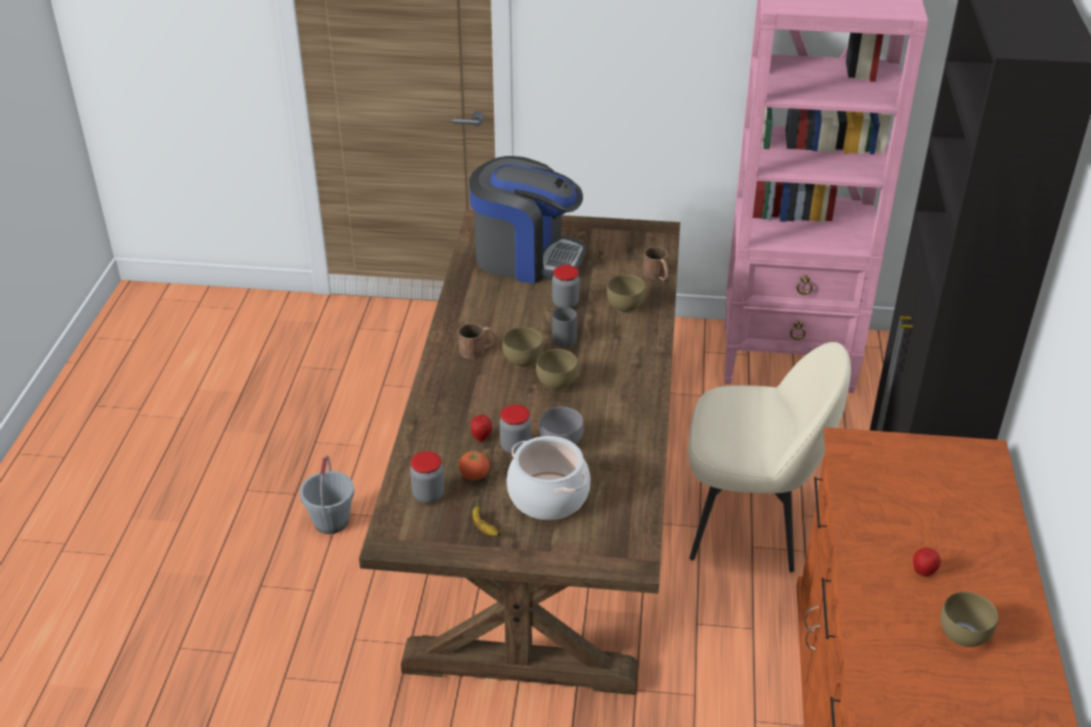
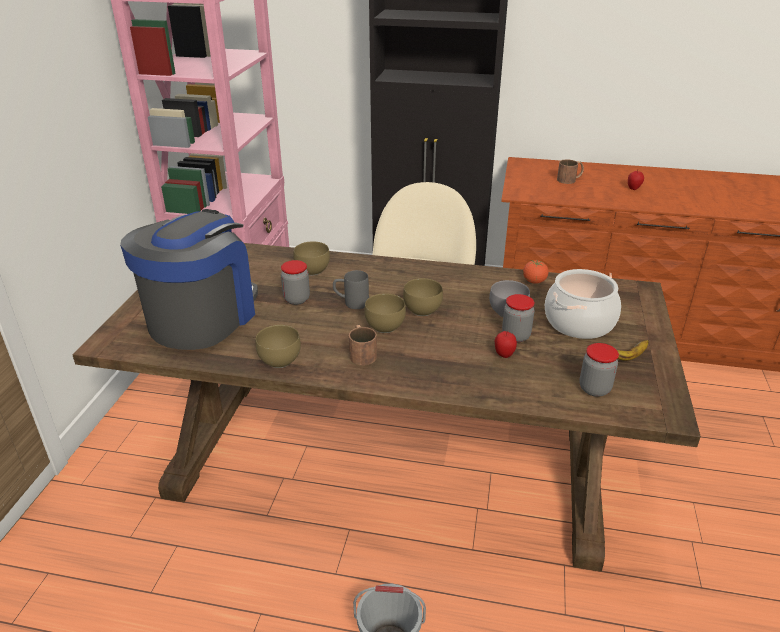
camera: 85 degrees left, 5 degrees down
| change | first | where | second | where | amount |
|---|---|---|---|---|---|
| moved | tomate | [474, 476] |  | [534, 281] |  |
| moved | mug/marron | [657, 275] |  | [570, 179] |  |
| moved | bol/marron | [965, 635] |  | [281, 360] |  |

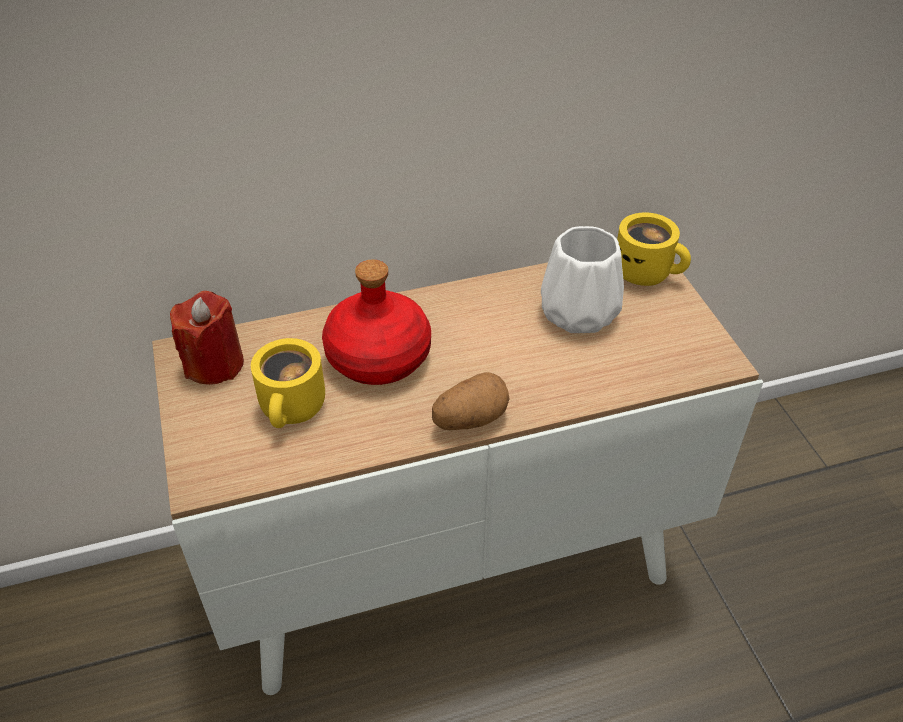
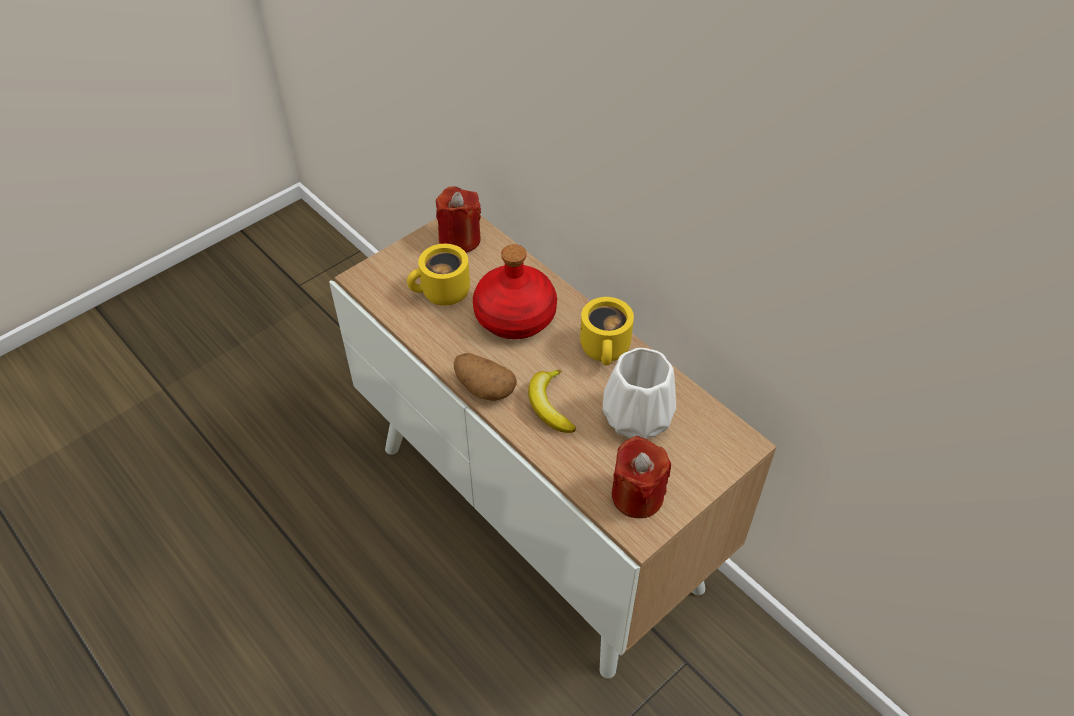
camera: 65 degrees right, 5 degrees up
| change | first | where | second | where | amount |
|---|---|---|---|---|---|
| added |  |  | banane | [550, 405] |  |
| added |  |  | bougie/rouge | [637, 496] |  |
| moved | mug/jaune | [647, 272] |  | [607, 350] |  |

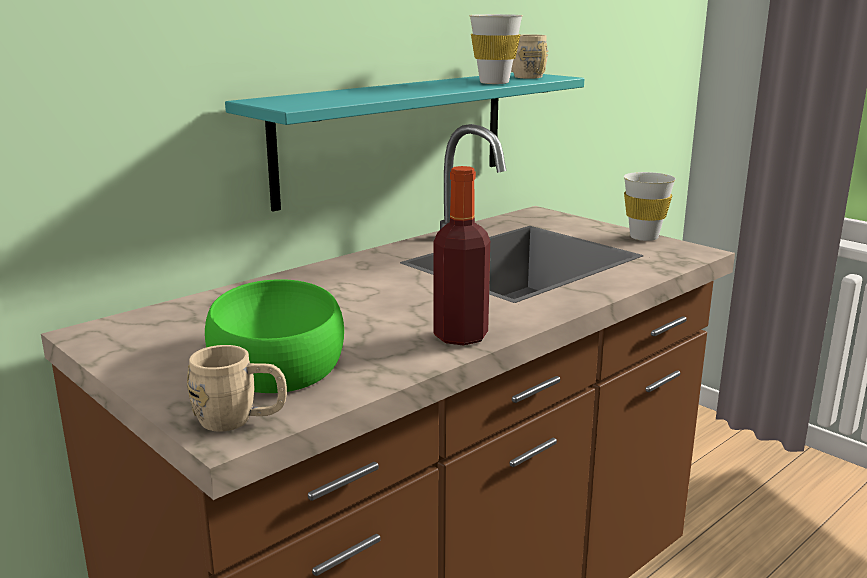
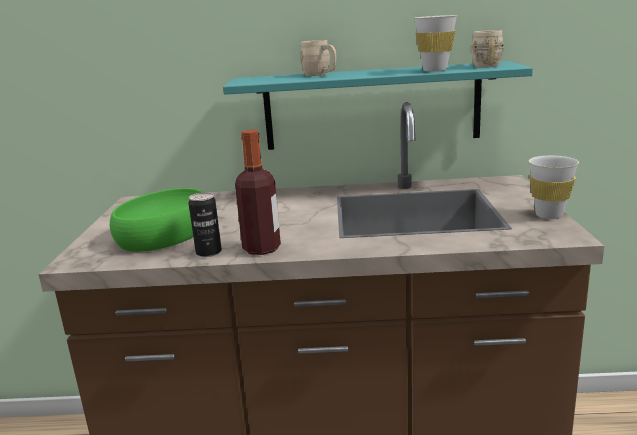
camera: 45 degrees right, 0 degrees up
| change | first | where | second | where | amount |
|---|---|---|---|---|---|
| added |  |  | boîte métallique | [208, 252] |  |
| moved | mug/beige | [239, 420] |  | [320, 74] |  |

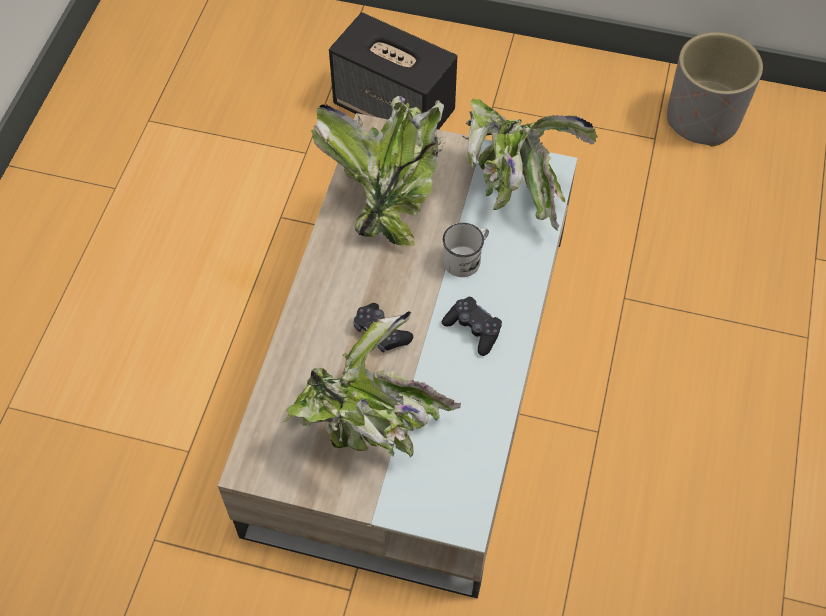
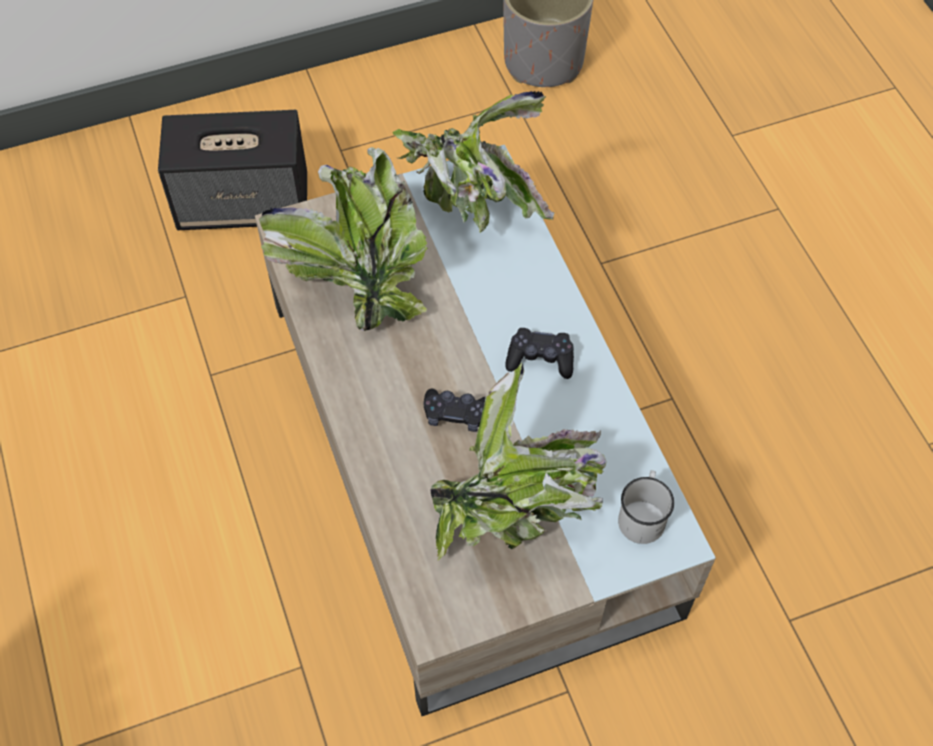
camera: 35 degrees left, 0 degrees up
| change | first | where | second | where | amount |
|---|---|---|---|---|---|
| moved | mug/blanc | [466, 258] |  | [643, 515] |  |

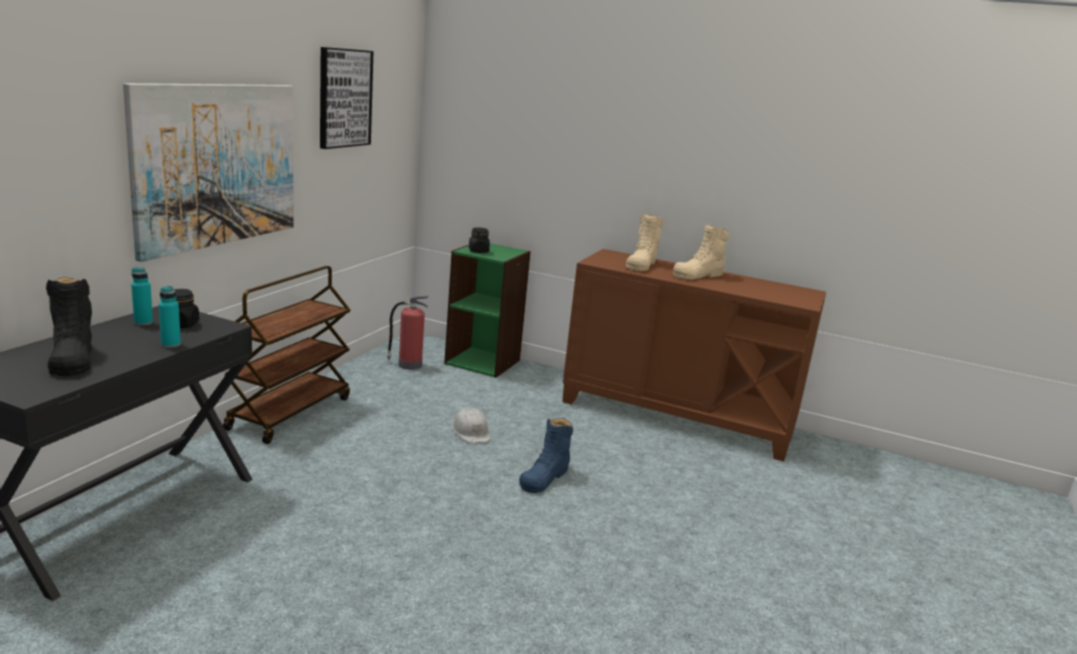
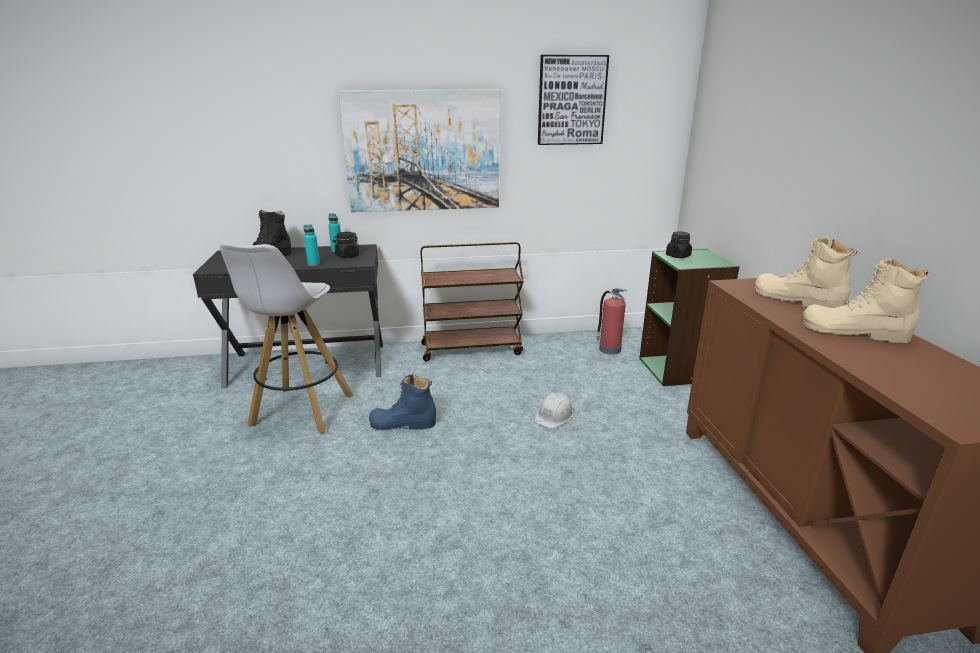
camera: 60 degrees right, 5 degrees up
| change | first | where | second | where | amount |
|---|---|---|---|---|---|
| added |  |  | tabouret/blanc | [301, 411] |  |
| moved | botte/bleu | [544, 477] |  | [403, 423] |  |
| turned | botte/beige | [641, 264] |  | [796, 300] | 60 degrees clockwise |

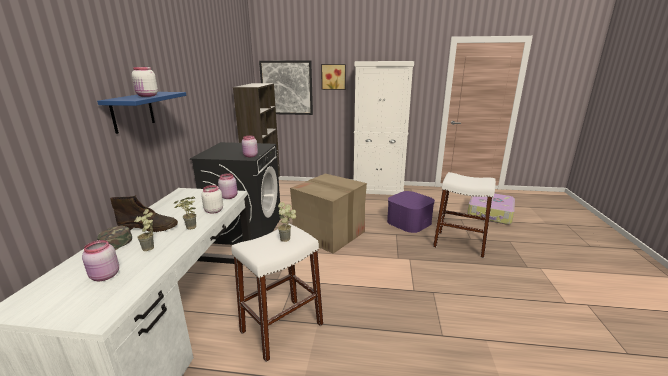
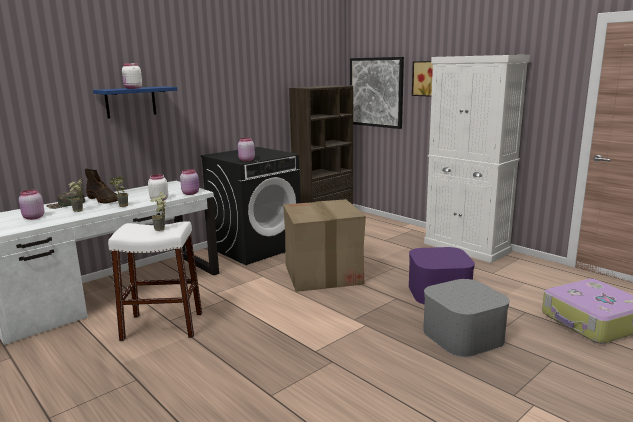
camera: 40 degrees right, 5 degrees down
| change | first | where | second | where | amount |
|---|---|---|---|---|---|
| replaced | tabouret/blanc | [459, 244] | boîte de rangement/gris | [462, 335] |  |

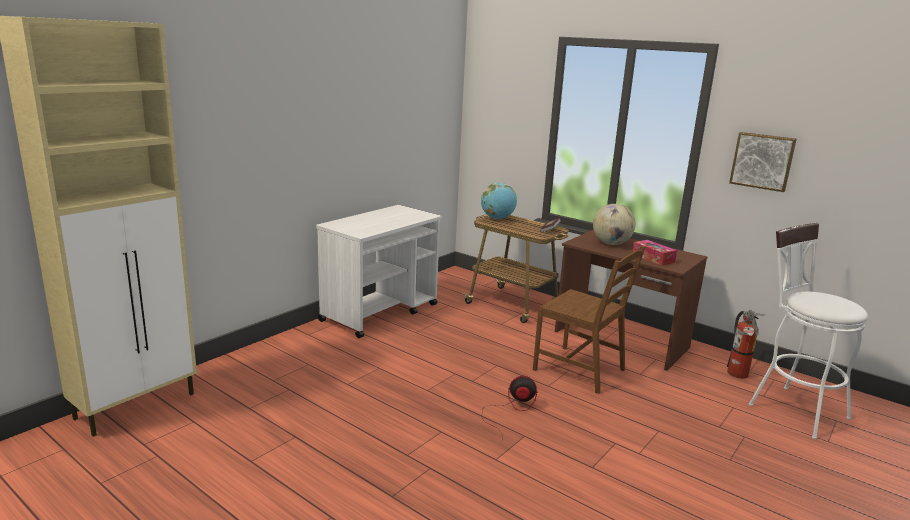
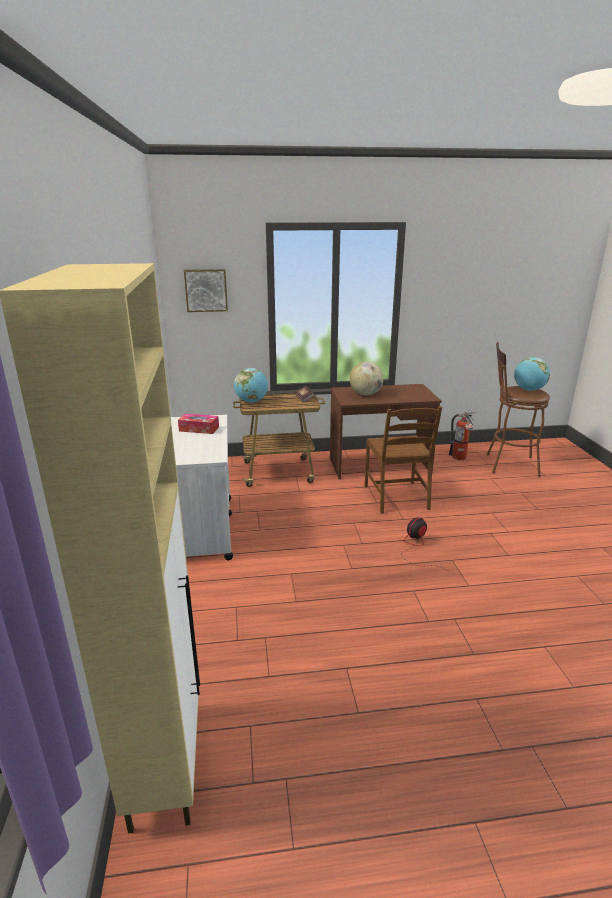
camera: 45 degrees left, 5 degrees up
| change | first | where | second | where | amount |
|---|---|---|---|---|---|
| added |  |  | globe | [529, 390] |  |
| moved | boîte à mouchoirs | [653, 258] |  | [199, 429] |  |
| moved | tableau | [762, 161] |  | [206, 290] |  |
| recoloured | tabouret/blanc | [791, 407] | tabouret/marron | [506, 464] |  |
| turned | chaise/marron | [580, 369] |  | [397, 497] | 90 degrees clockwise |

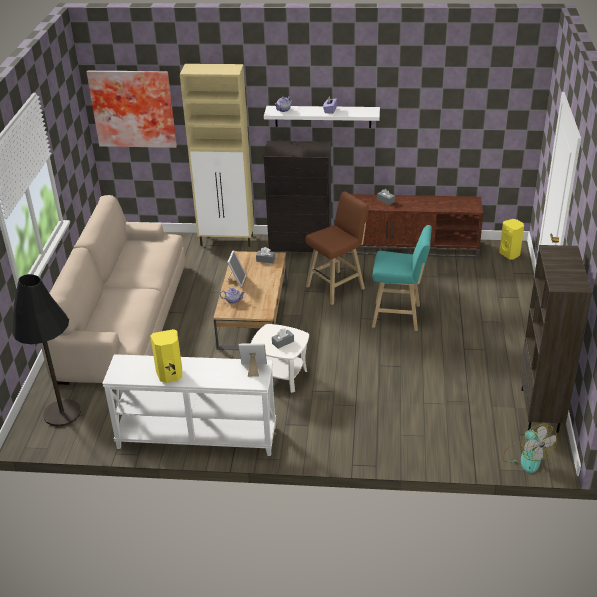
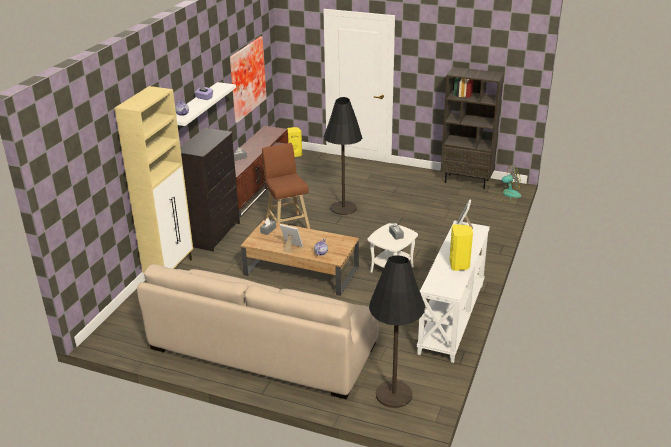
camera: 75 degrees left, 5 degrees down
| change | first | where | second | where | amount |
|---|---|---|---|---|---|
| moved | tableau | [133, 108] |  | [245, 78] |  |
| replaced | tabouret/turquoise | [399, 316] | lampadaire/noir | [343, 208] |  |

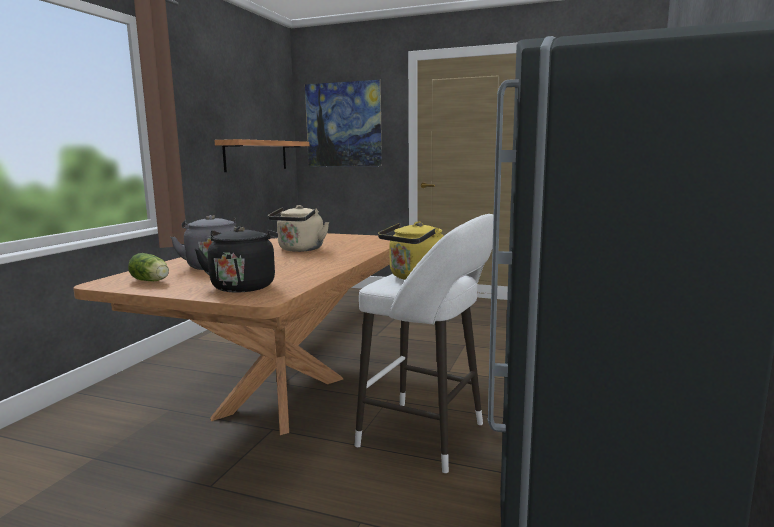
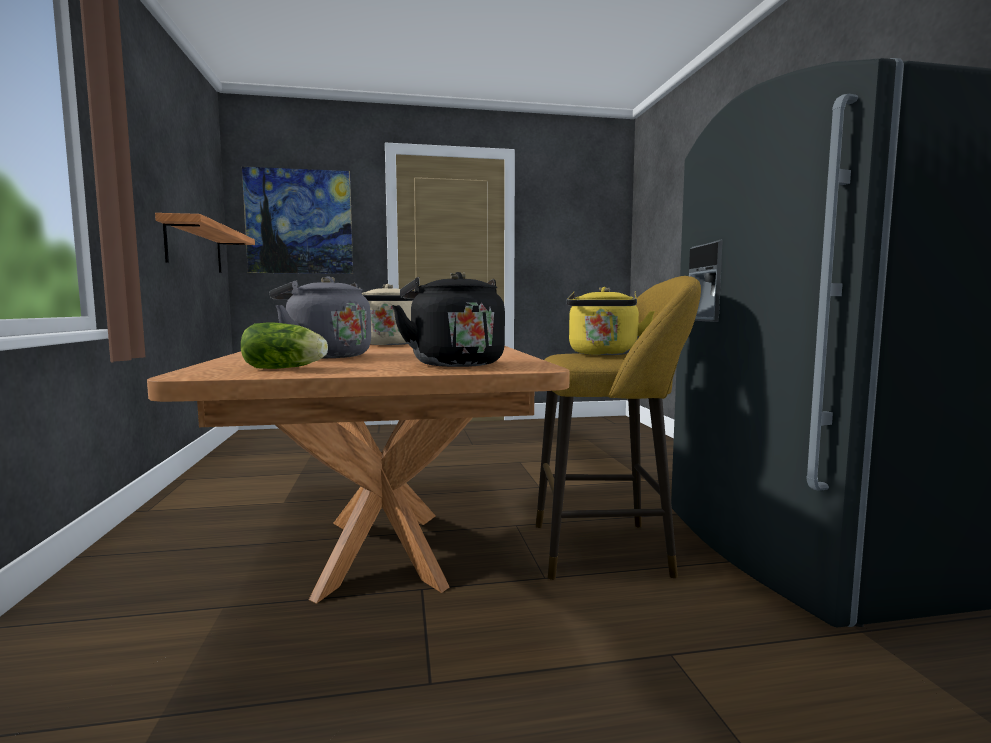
camera: 30 degrees left, 5 degrees down
| change | first | where | second | where | amount |
|---|---|---|---|---|---|
| recoloured | tabouret/blanc | [428, 436] | tabouret/jaune | [609, 549] |  |

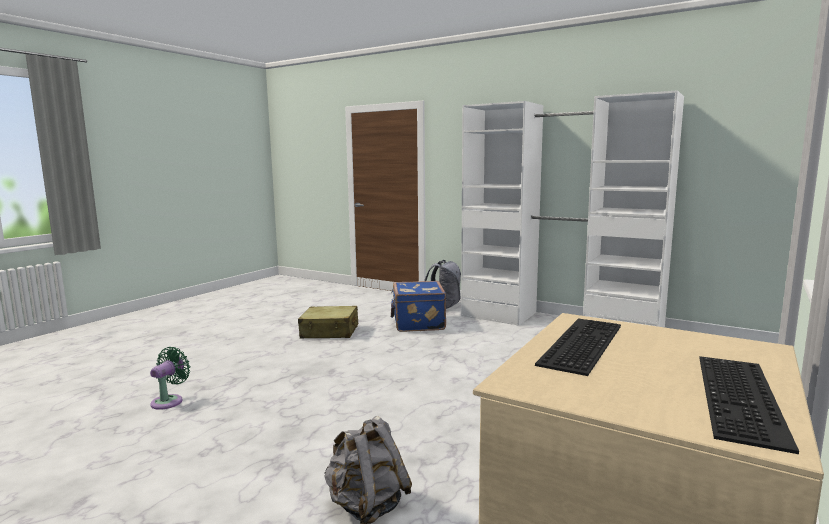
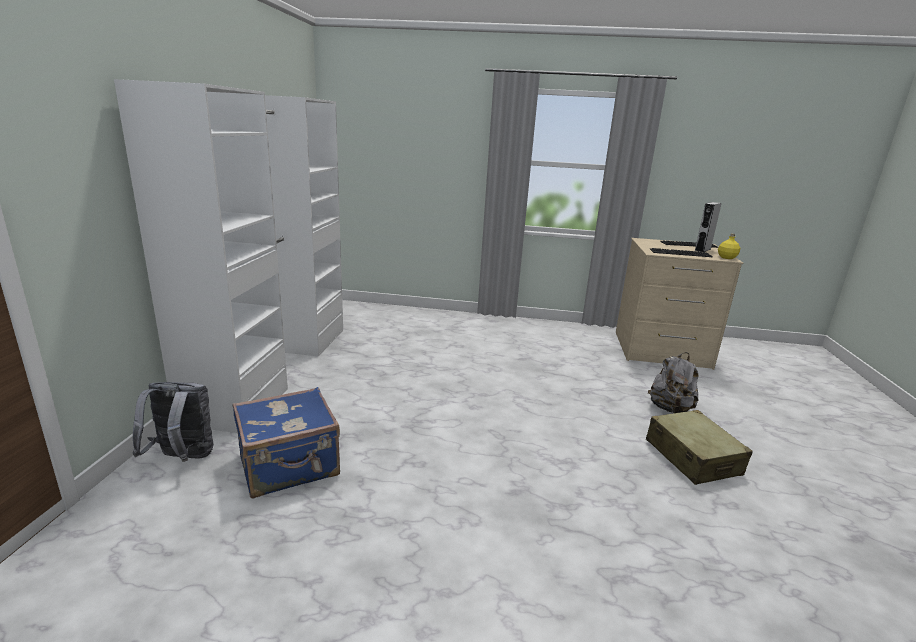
camera: 115 degrees left, 10 degrees up
| change | first | where | second | where | amount |
|---|---|---|---|---|---|
| removed | ventilateur/vert | [169, 401] |  |  |  |
| added |  |  | enceinte/gris | [702, 249] |  |
| added |  |  | bouteille/jaune | [727, 258] |  |
| moved | valise/beige | [330, 332] |  | [692, 457] |  |

